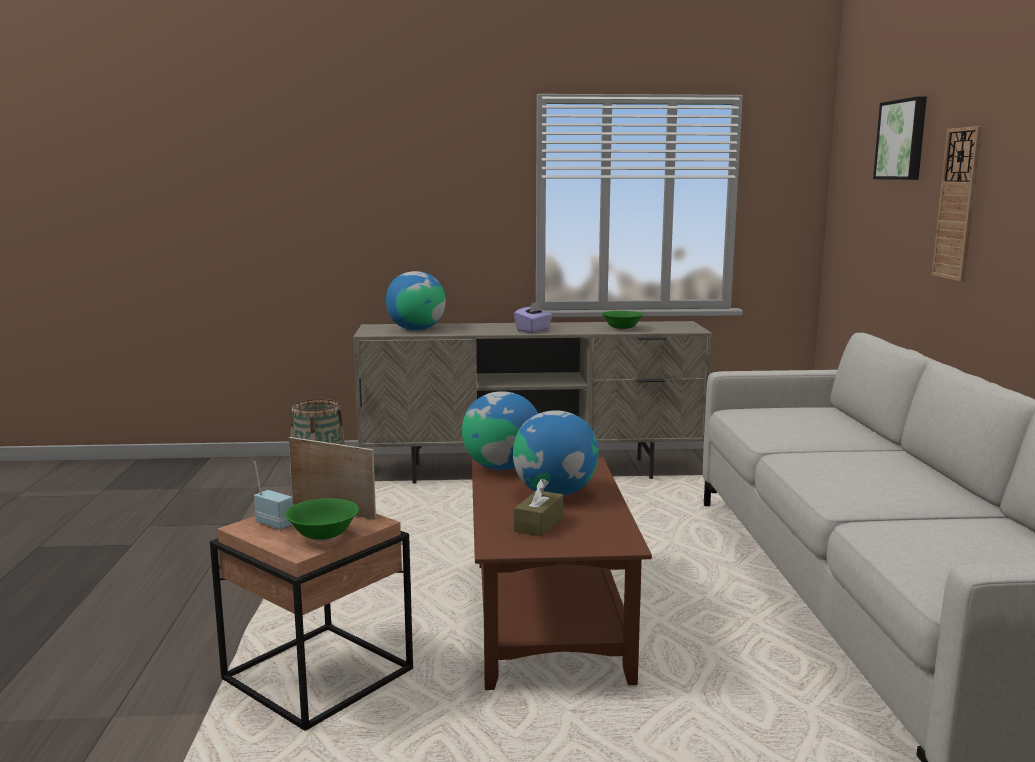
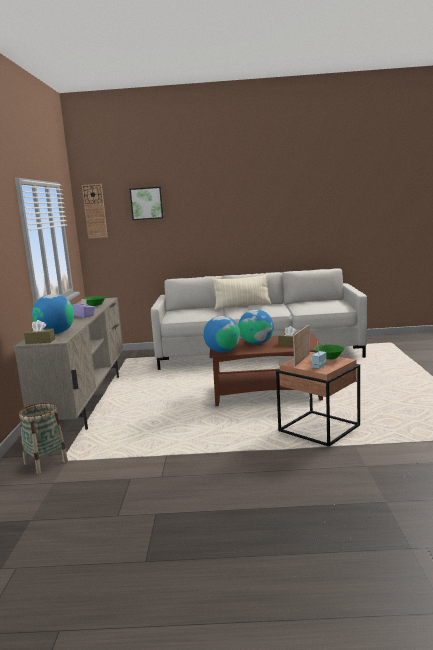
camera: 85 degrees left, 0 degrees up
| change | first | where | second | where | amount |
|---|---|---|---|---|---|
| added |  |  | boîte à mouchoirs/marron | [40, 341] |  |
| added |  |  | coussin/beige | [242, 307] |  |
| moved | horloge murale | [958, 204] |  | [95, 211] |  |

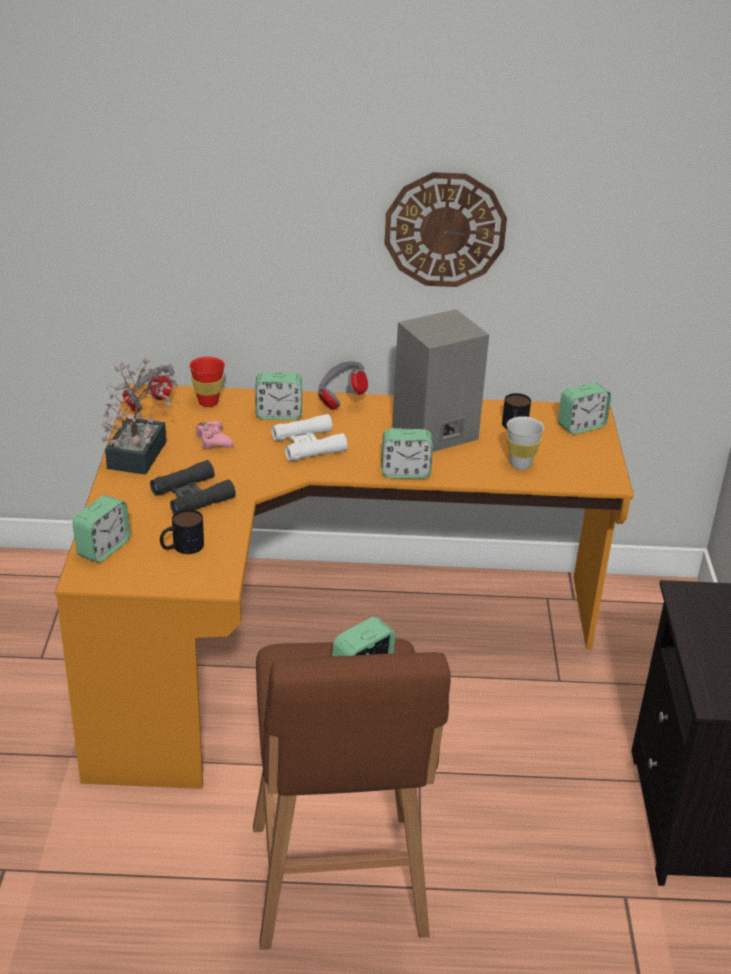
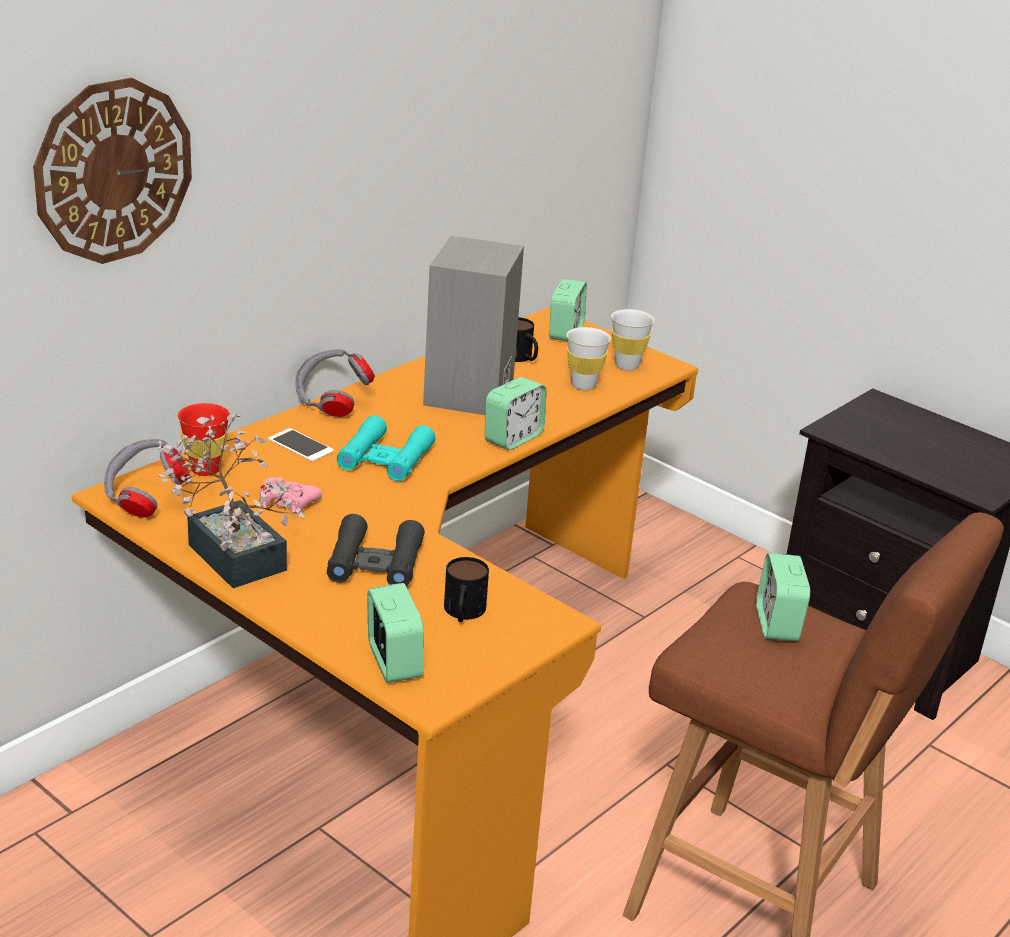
camera: 50 degrees left, 5 degrees down
| change | first | where | second | where | amount |
|---|---|---|---|---|---|
| added |  |  | tasse/blanc | [627, 365] |  |
| moved | horloge murale | [445, 229] |  | [113, 171] |  |
| replaced | réveil | [278, 414] | téléphone | [300, 445] |  |
| recoloured | jumelles/blanc | [308, 445] | jumelles/turquoise | [385, 458] |  |

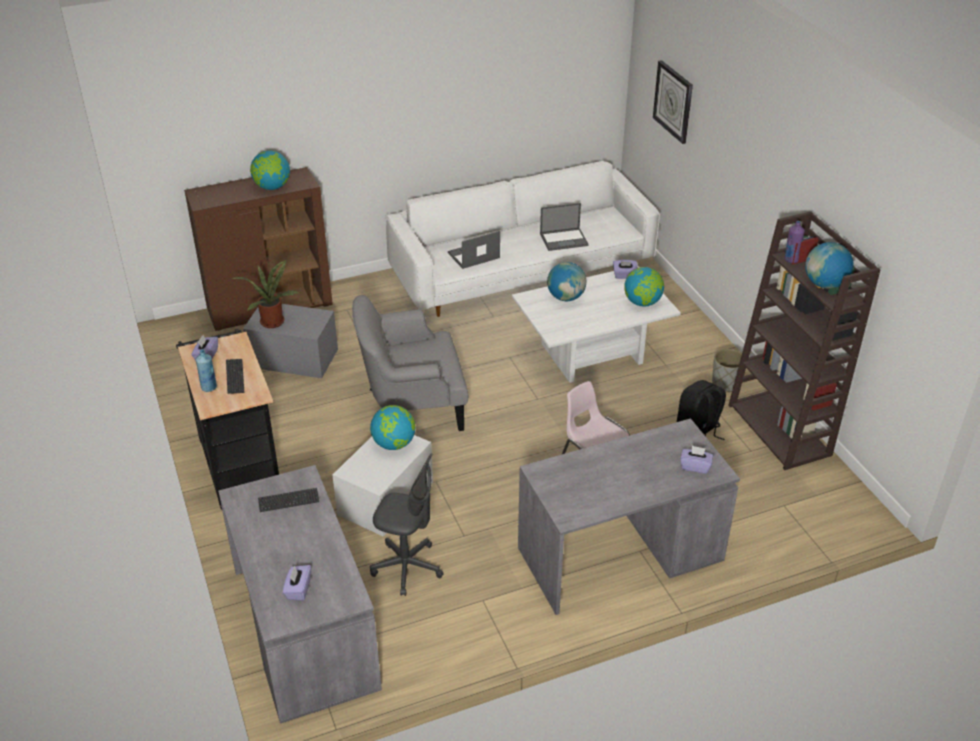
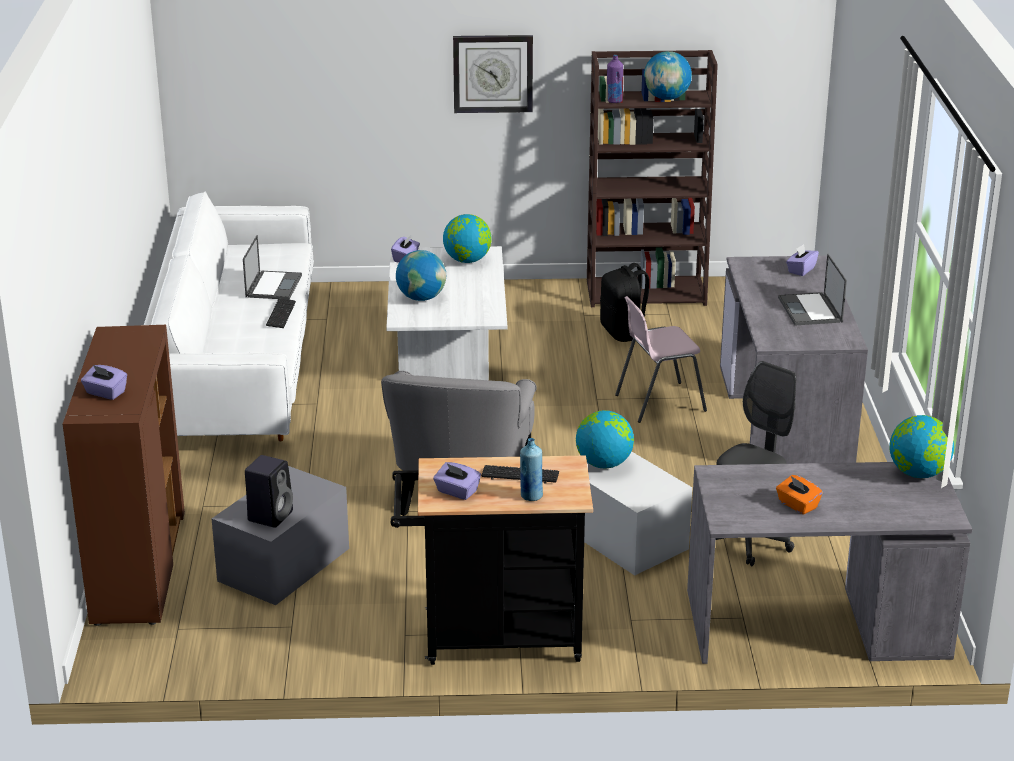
camera: 70 degrees left, 10 degrees down
| change | first | where | second | where | amount |
|---|---|---|---|---|---|
| removed | cache-pot/gris | [725, 383] |  |  |  |
| added |  |  | boîte à mouchoirs/orange | [797, 505] |  |
| moved | globe | [272, 187] |  | [918, 473] |  |
| moved | clavier | [288, 501] |  | [281, 314] |  |
| moved | boîte à mouchoirs/violet | [298, 589] |  | [105, 393] |  |
| moved | ordinateur portable | [473, 255] |  | [810, 310] |  |
| moved | horloge murale | [673, 101] |  | [493, 73] |  |
| replaced | plante en pot | [272, 320] | enceinte/noir | [270, 515] |  |

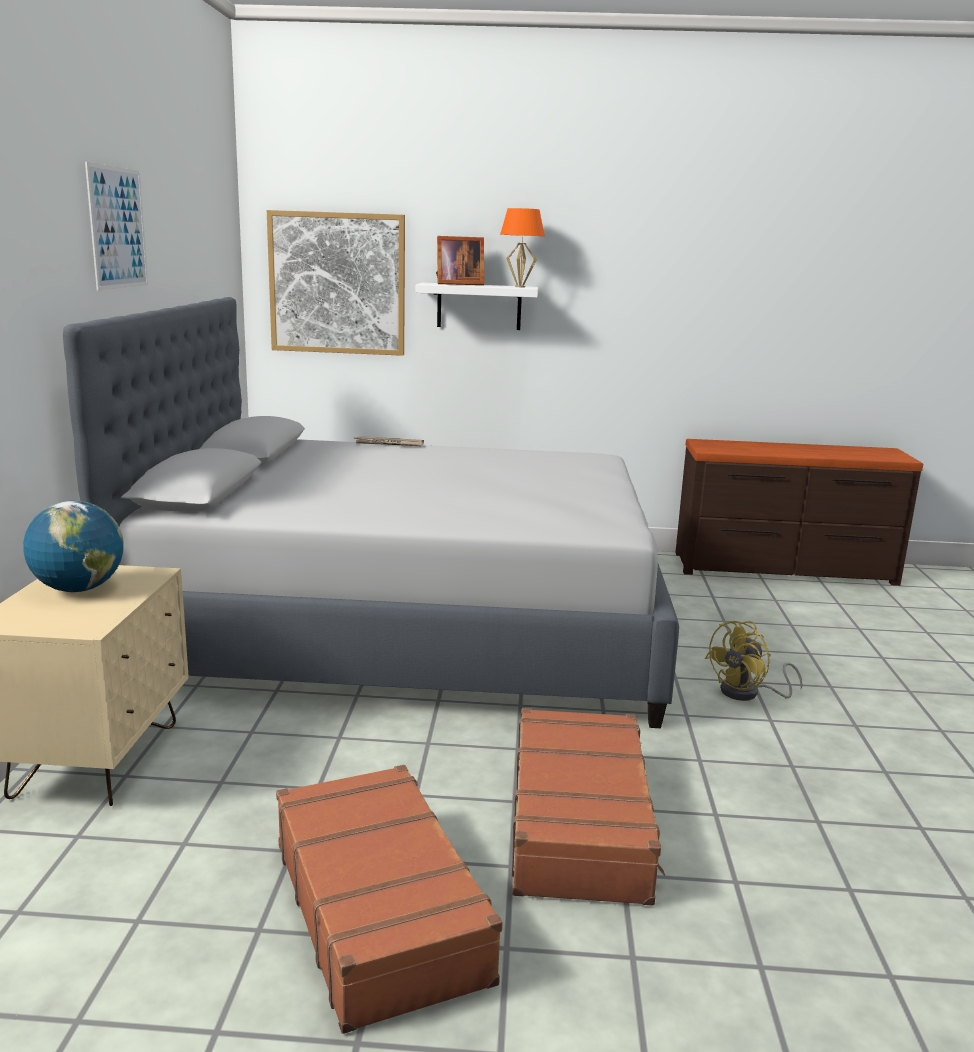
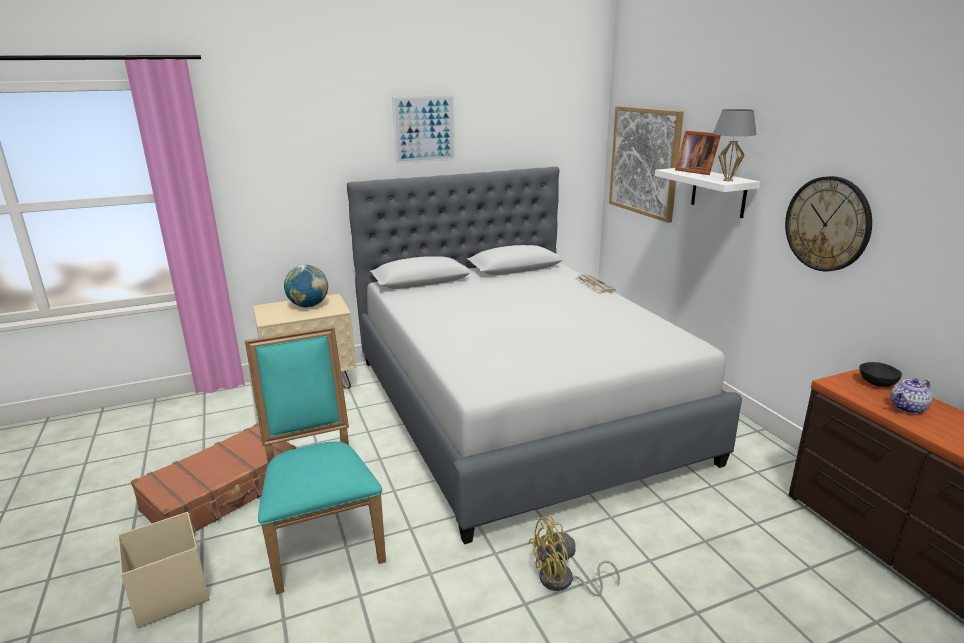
camera: 65 degrees right, 5 degrees up
| change | first | where | second | where | amount |
|---|---|---|---|---|---|
| added |  |  | boîte de rangement/beige | [169, 594] |  |
| added |  |  | horloge murale | [827, 224] |  |
| added |  |  | bol/noir | [877, 383] |  |
| added |  |  | théière | [908, 408] |  |
| replaced | valise/marron | [580, 822] | chaise/turquoise | [323, 536] |  |
| recoloured | lampe de table/orange | [520, 287] | lampe de table/gris | [727, 180] |  |
| turned | ventilateur/jaune | [748, 693] |  | [563, 582] | 45 degrees counterclockwise |

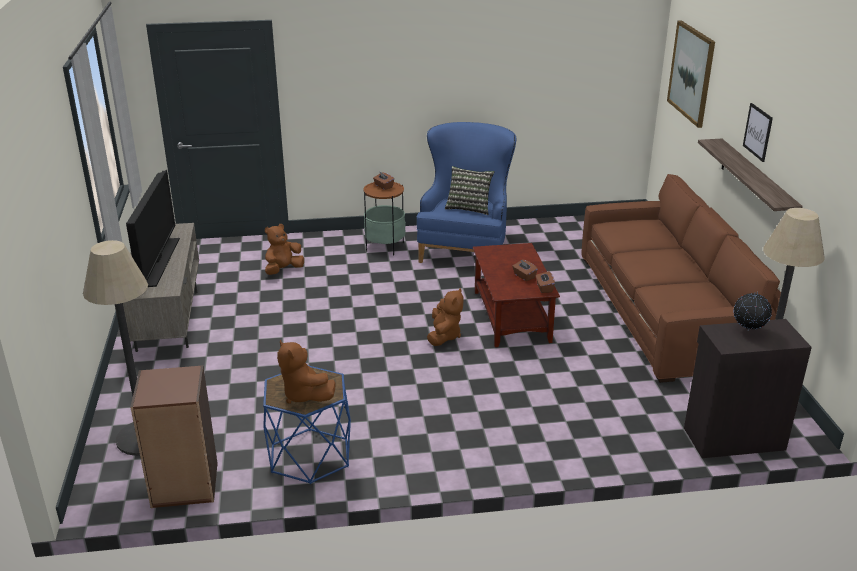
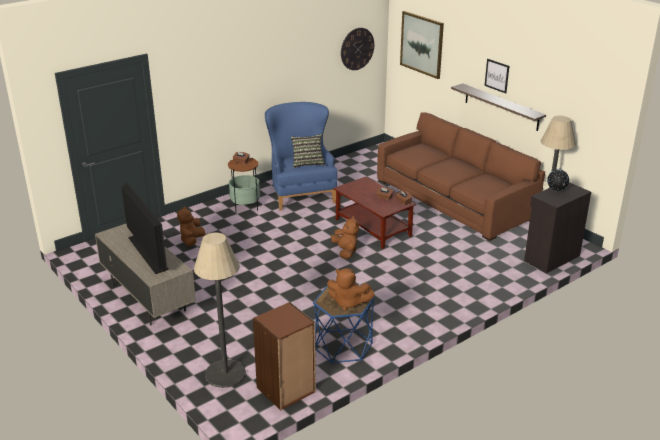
camera: 30 degrees left, 0 degrees up
| change | first | where | second | where | amount |
|---|---|---|---|---|---|
| added |  |  | horloge murale | [357, 49] |  |

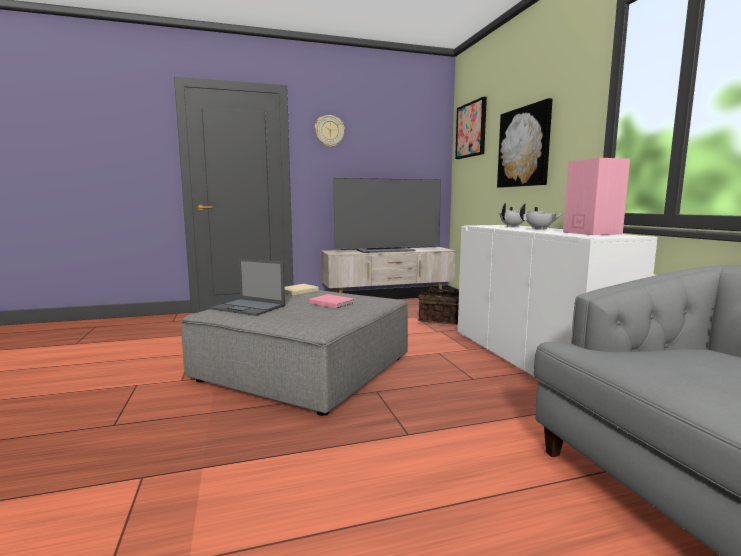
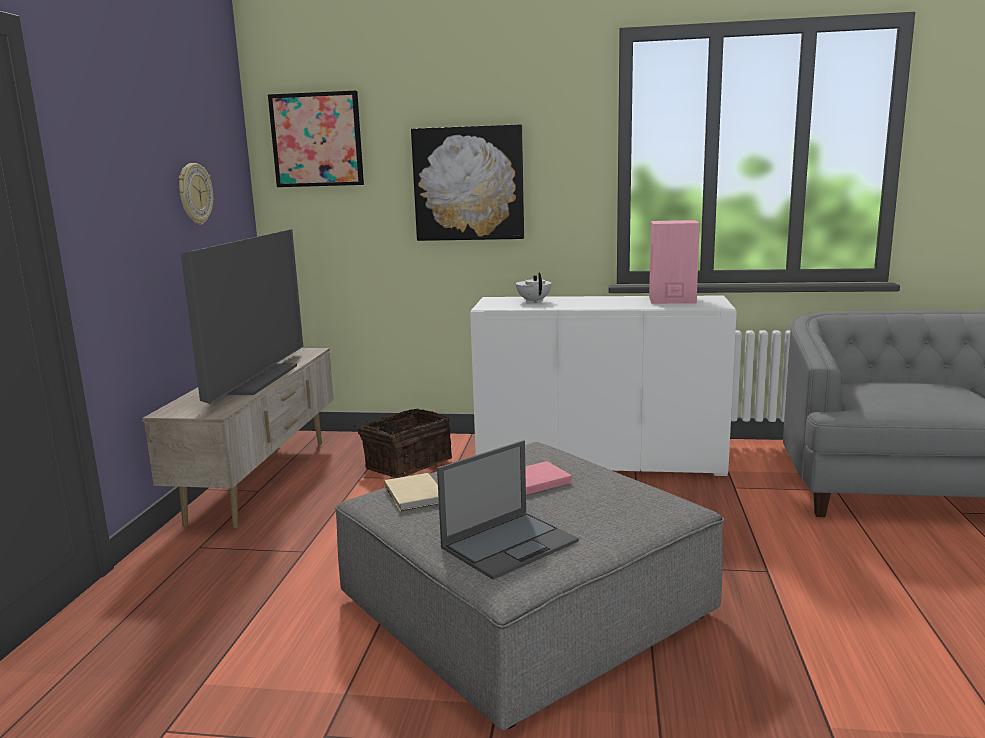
camera: 65 degrees left, 5 degrees up
| change | first | where | second | where | amount |
|---|---|---|---|---|---|
| removed | théière/blanc | [540, 229] |  |  |  |
| moved | horloge murale | [329, 131] |  | [194, 194] |  |

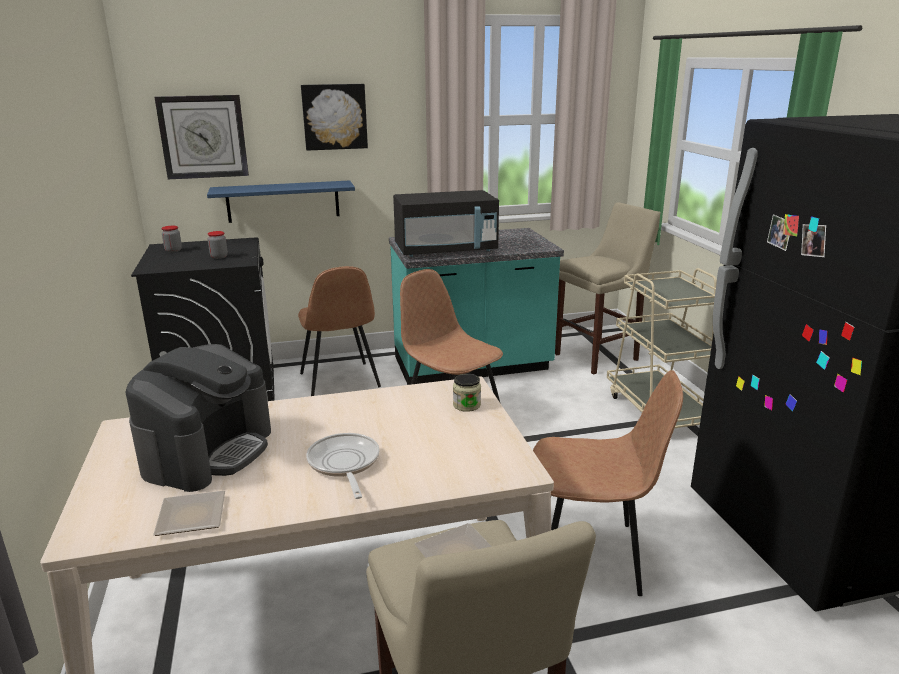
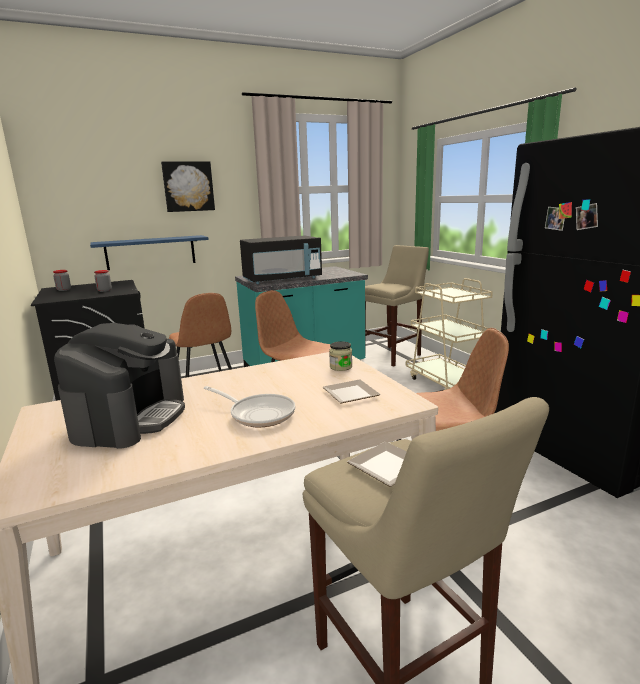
camera: 10 degrees left, 5 degrees down
| change | first | where | second | where | amount |
|---|---|---|---|---|---|
| removed | horloge murale | [203, 137] |  |  |  |
| moved | assiette | [189, 518] |  | [350, 395] |  |
| turned | poêle | [344, 465] |  | [258, 414] | 150 degrees clockwise |

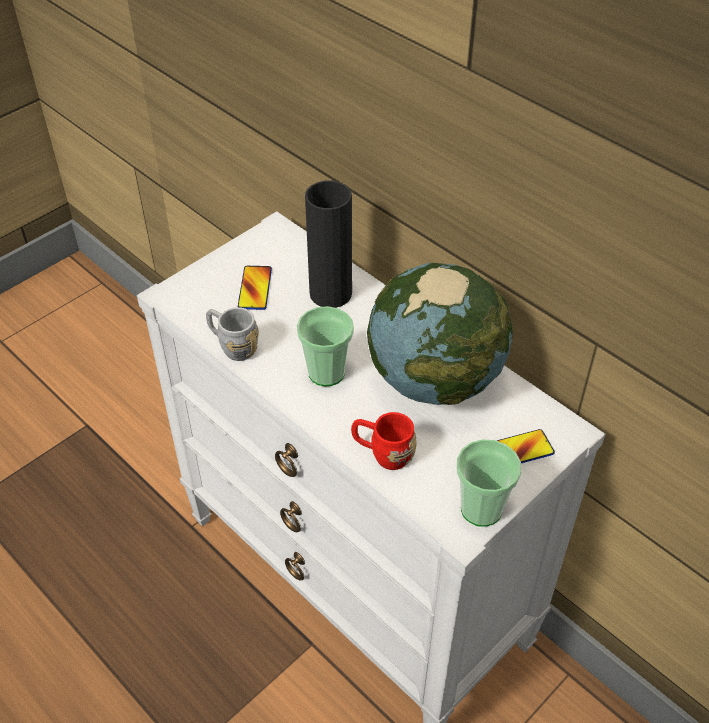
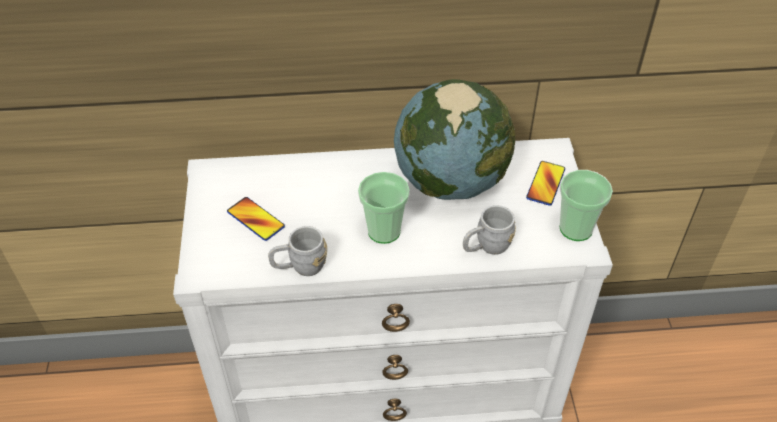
camera: 50 degrees left, 0 degrees up
| change | first | where | second | where | amount |
|---|---|---|---|---|---|
| removed | vase/noir | [330, 293] |  |  |  |
| recoloured | mug/rouge | [383, 453] | mug/gris | [486, 247] |  |

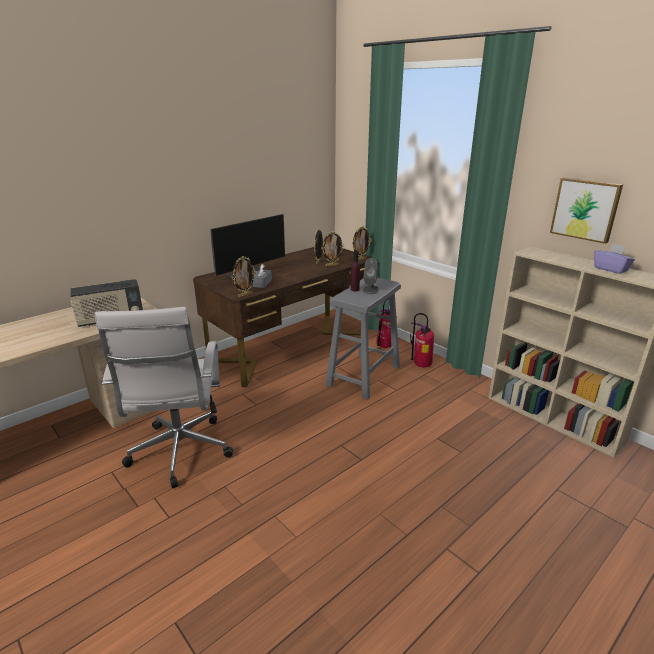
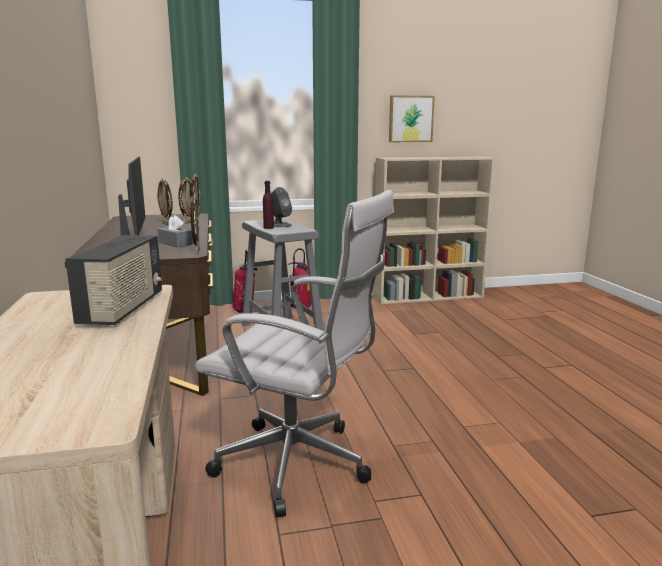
camera: 60 degrees left, 10 degrees down
| change | first | where | second | where | amount |
|---|---|---|---|---|---|
| removed | boîte à mouchoirs/violet | [610, 269] |  |  |  |

